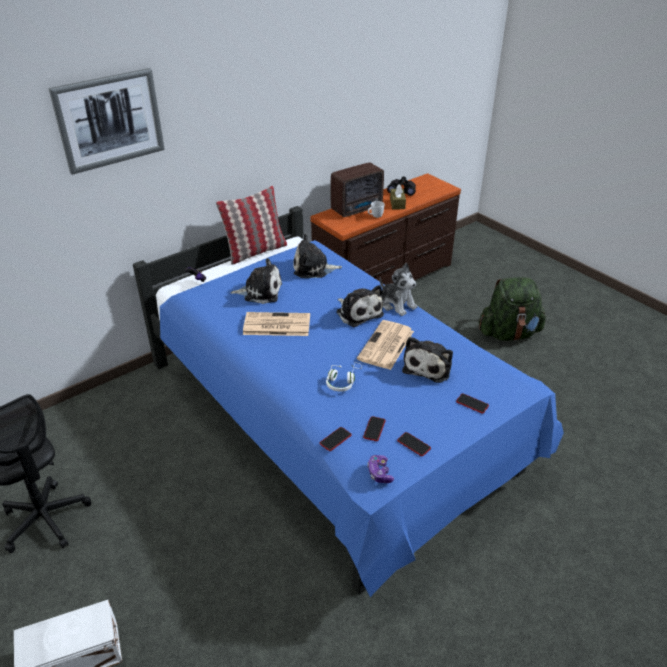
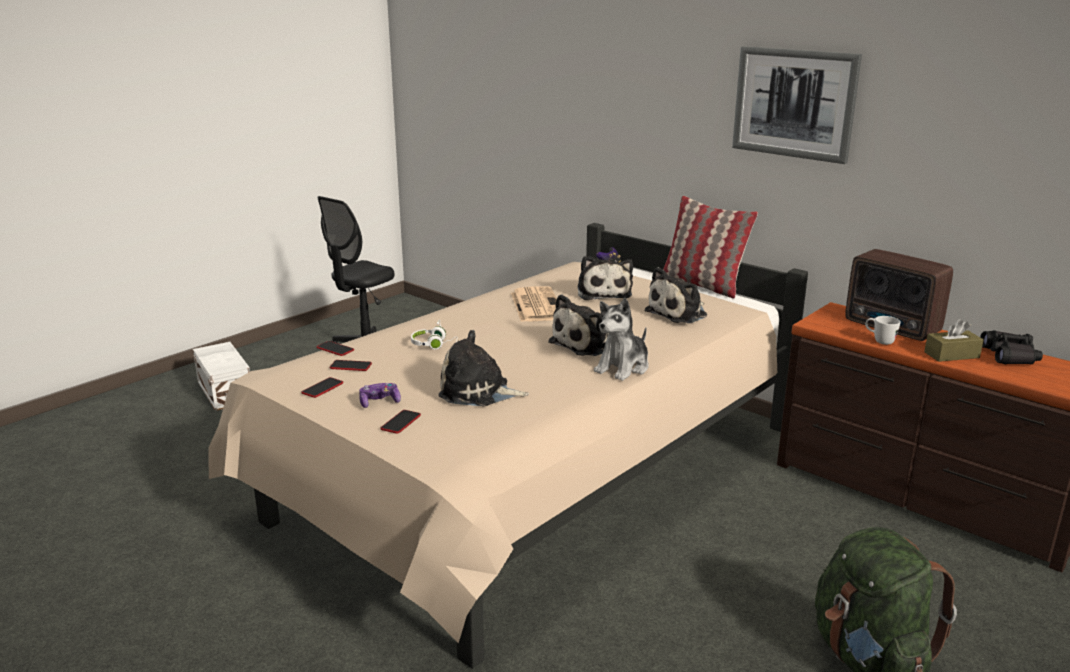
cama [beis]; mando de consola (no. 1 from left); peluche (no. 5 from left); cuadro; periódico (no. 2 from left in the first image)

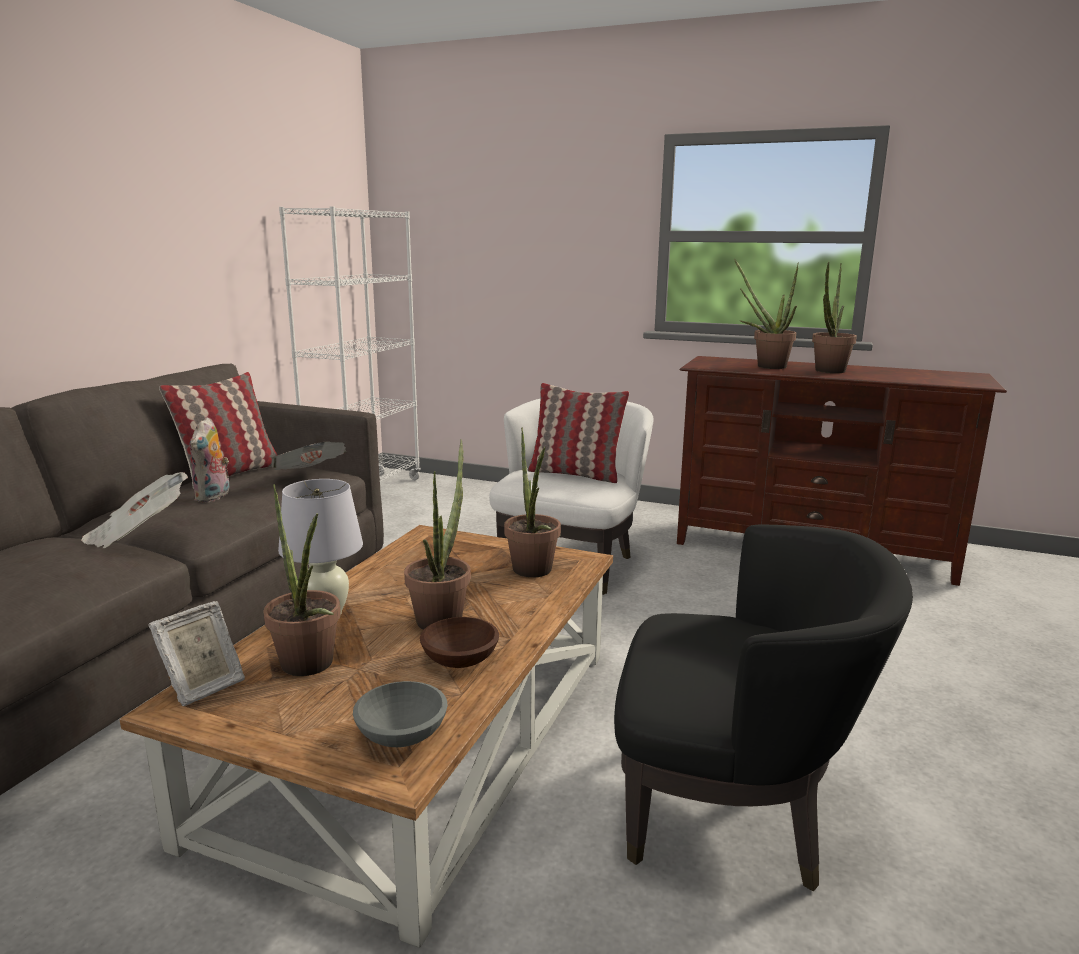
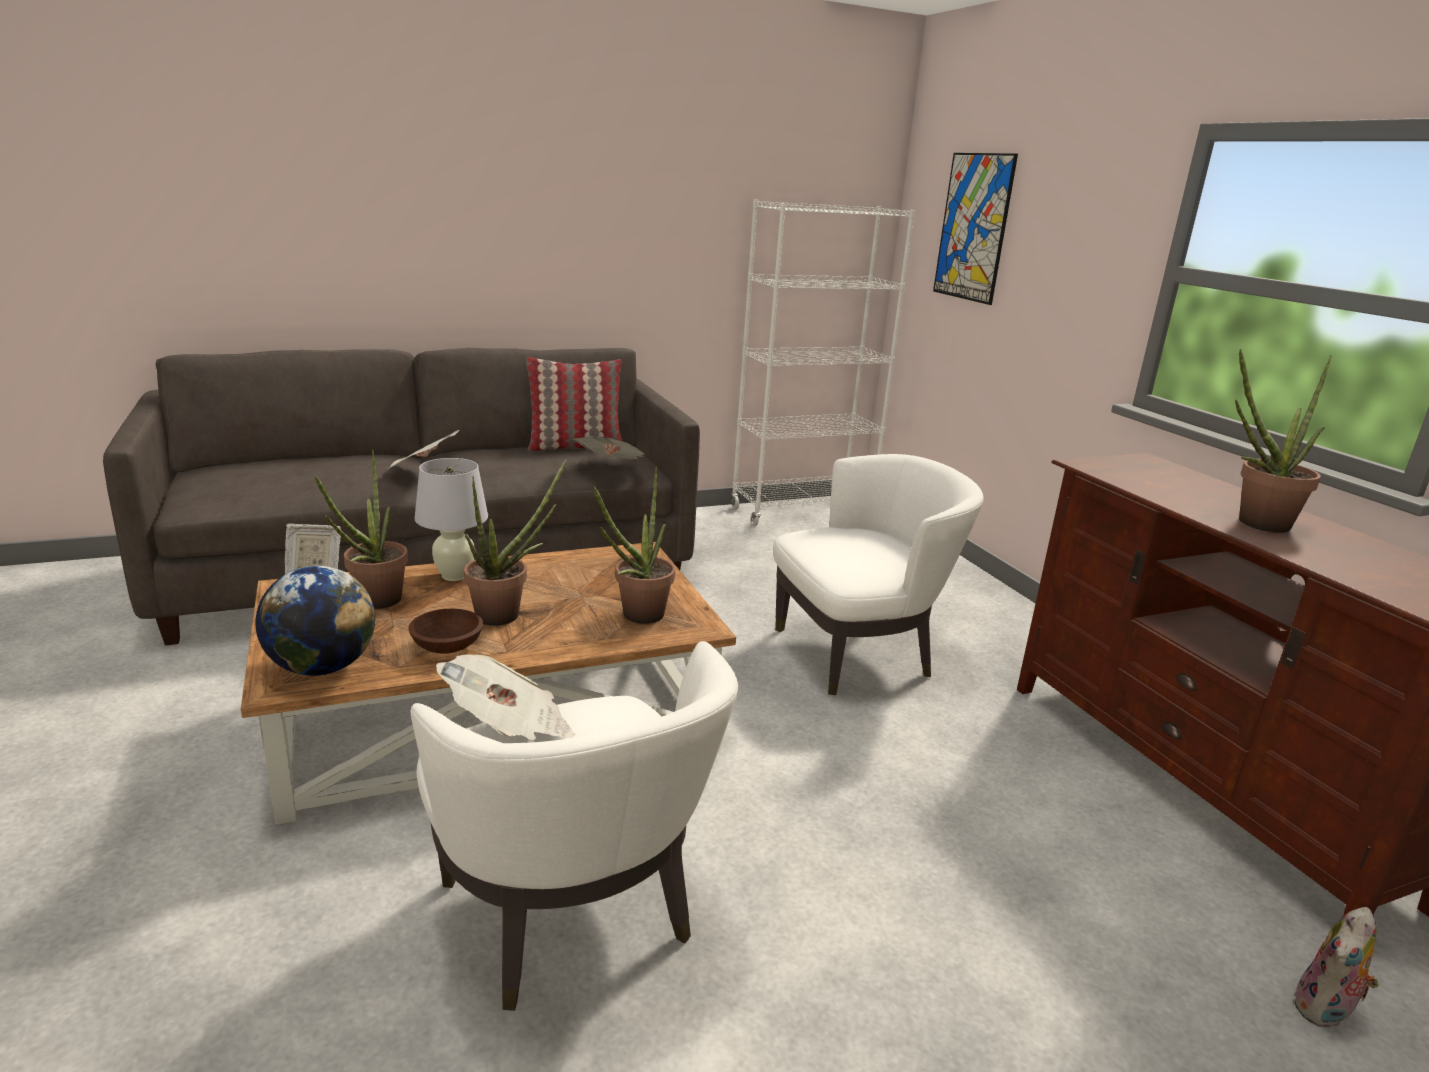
globo terráqueo; sillón [blanco] (no. 1 from left); periódico (no. 2 from left); cuadro; peluche; cojín (no. 2 from left in the first image); planta en maceta (no. 4 from left in the first image)

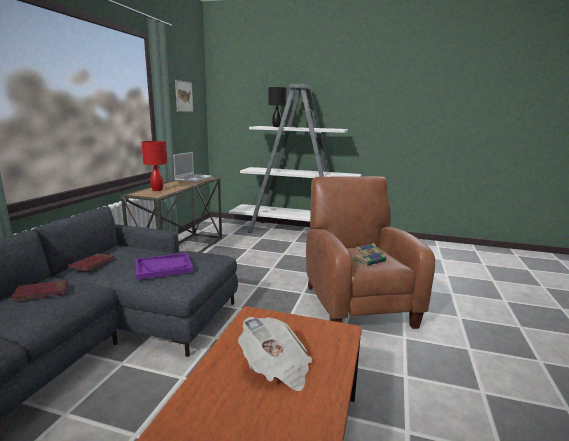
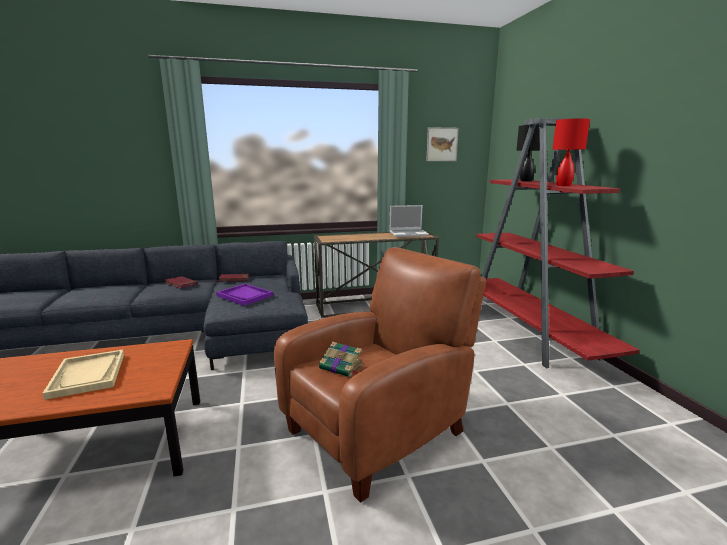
bandeja [beis]; estantería [rojo]; lámpara de mesa [rojo]

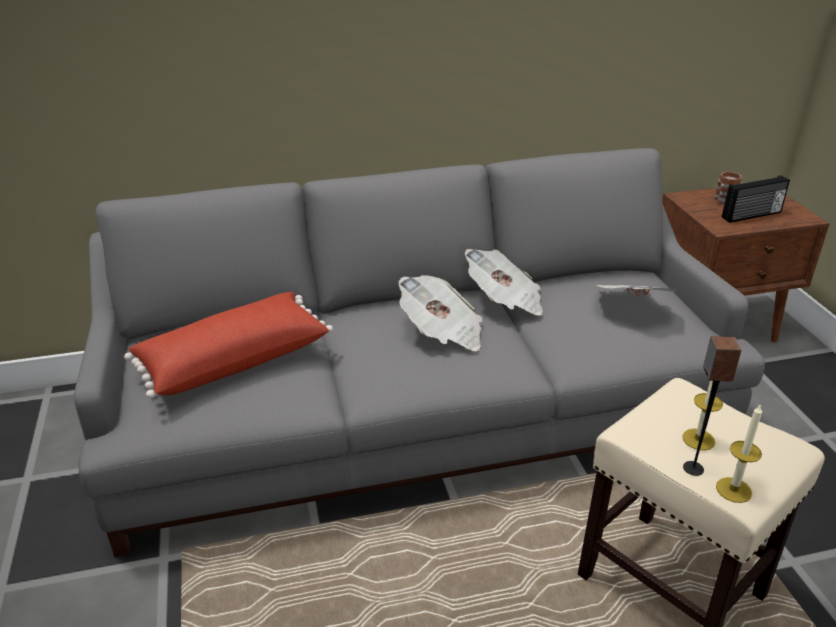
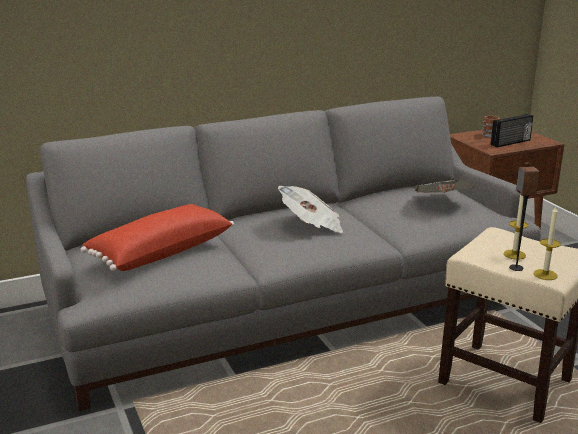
periódico (no. 2 from left in the first image)

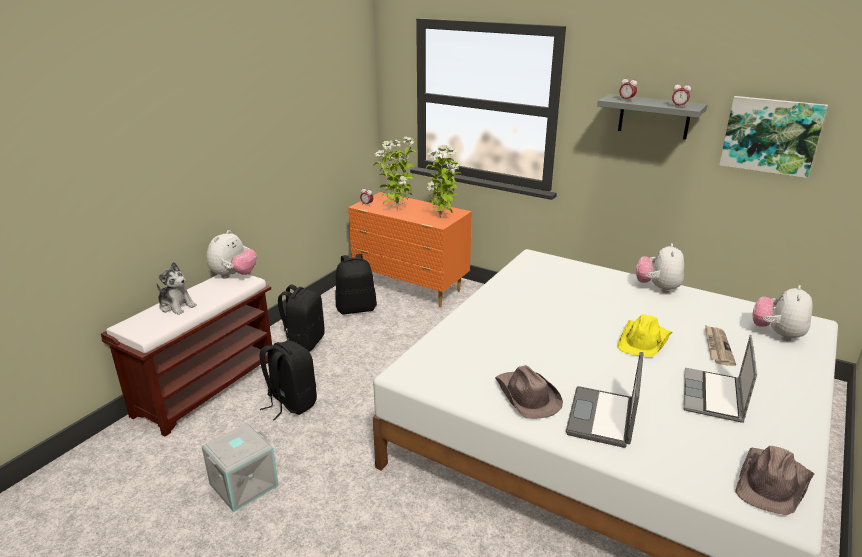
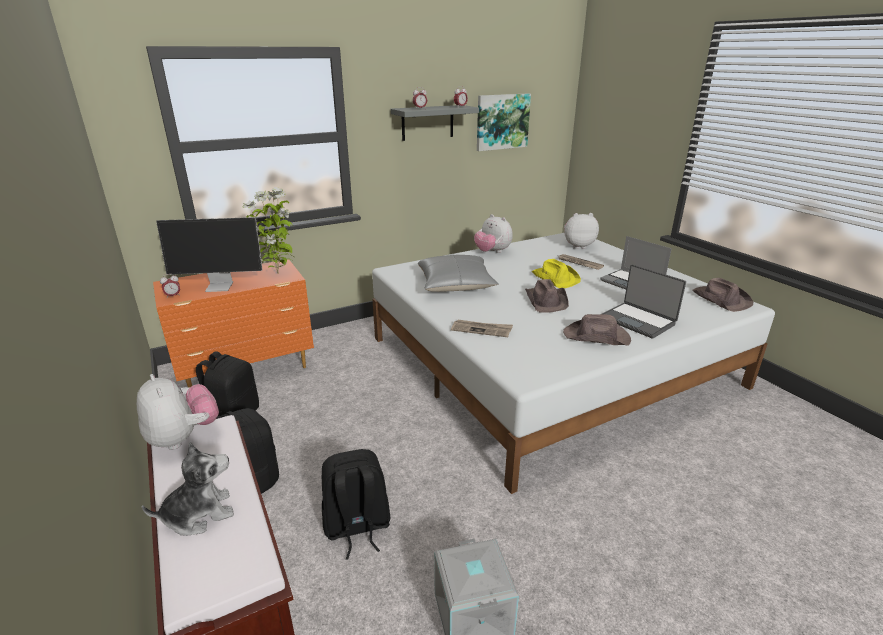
monitor; cojín [gris]; periódico (no. 1 from left); sombrero [marrón] (no. 1 from left); peluche (no. 4 from left)

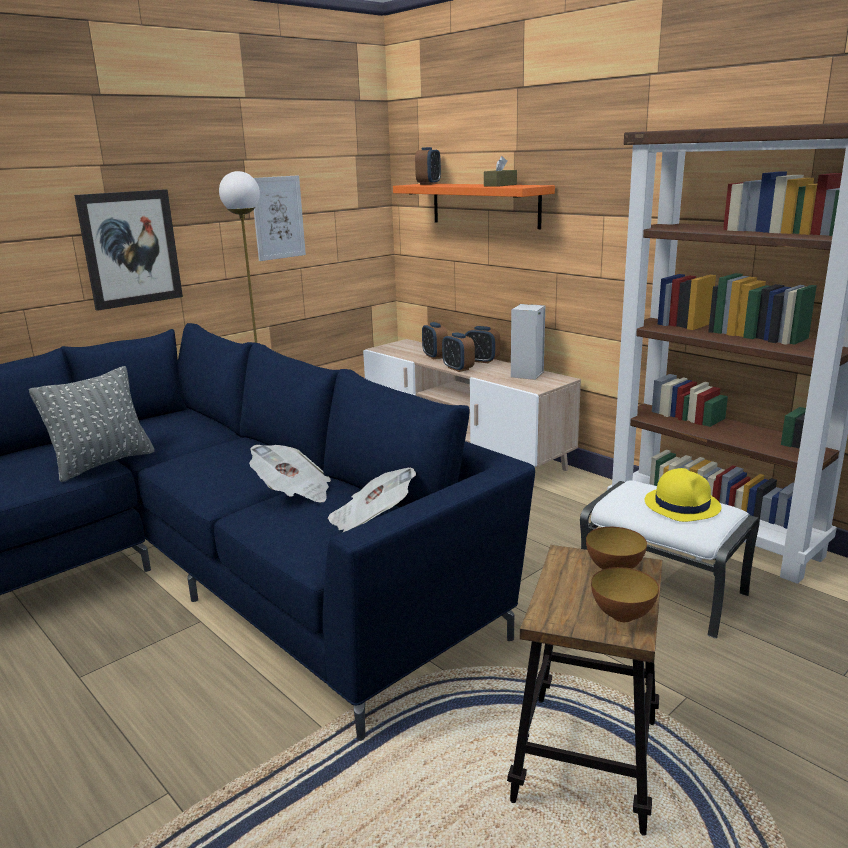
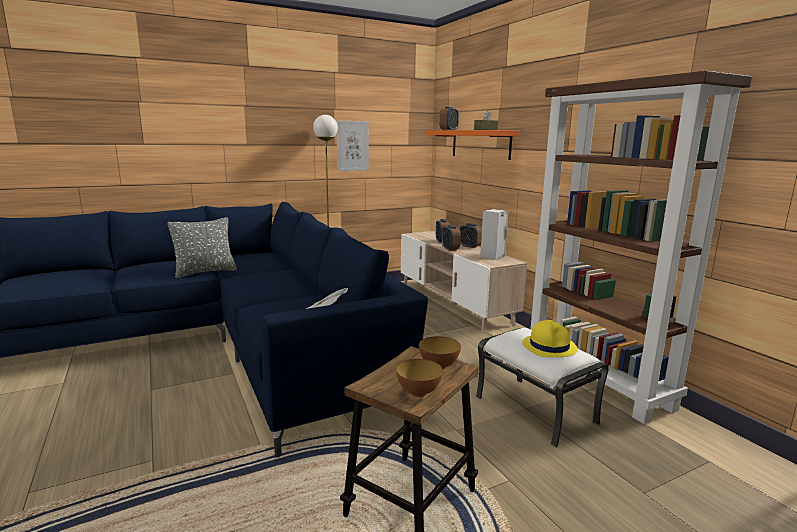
cuadro (no. 1 from left in the first image); periódico (no. 1 from left in the first image)

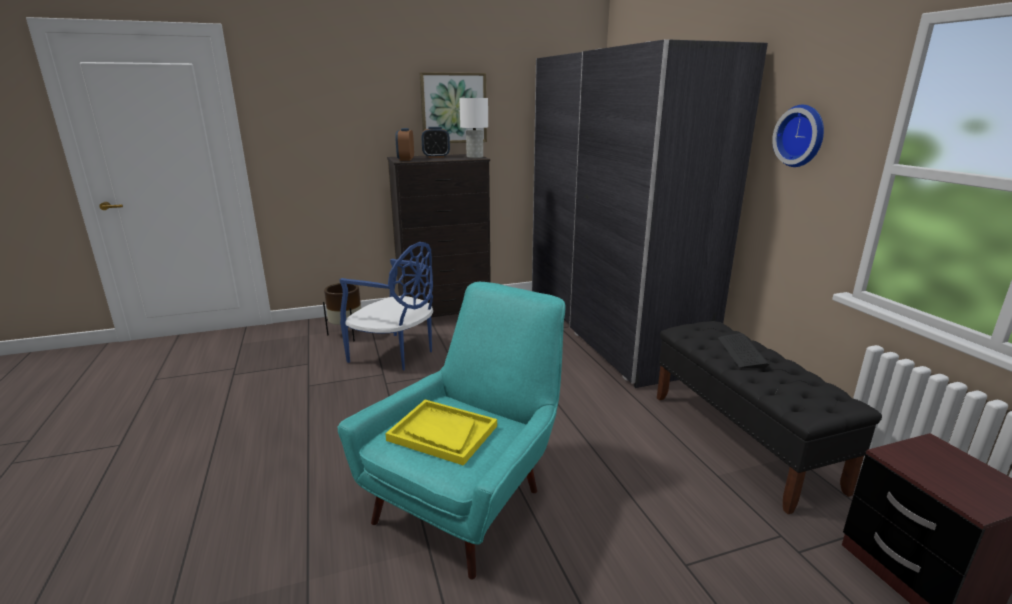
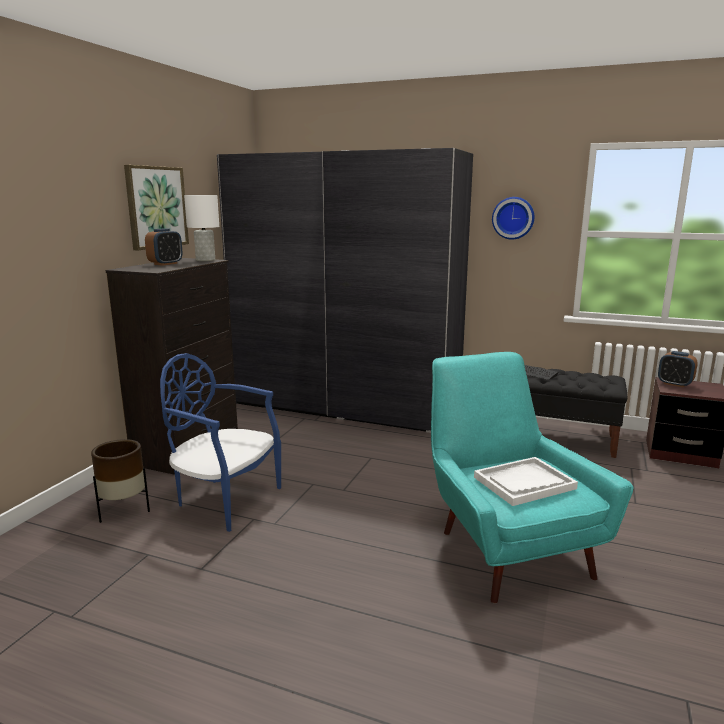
silla [azul]; bandeja [blanco]; despertador (no. 2 from left)

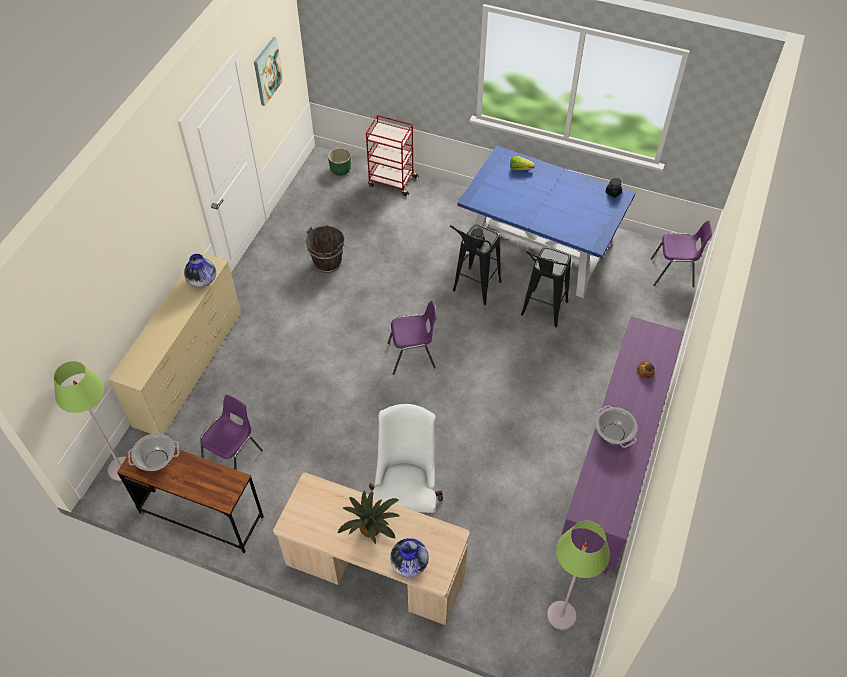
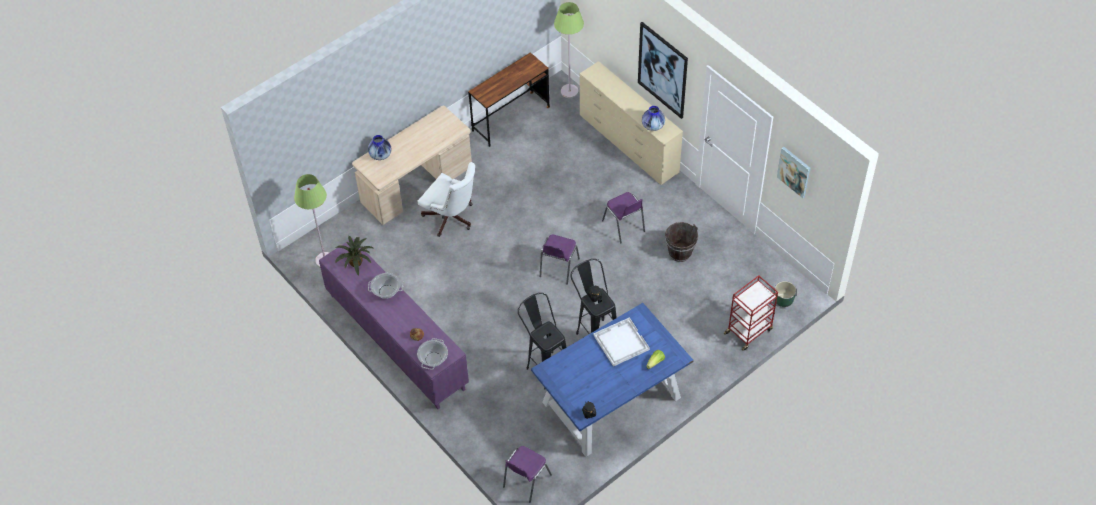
planta en maceta; olla (no. 2 from left); bandeja [blanco]; silla [morado] (no. 3 from left); cuadro (no. 1 from left)

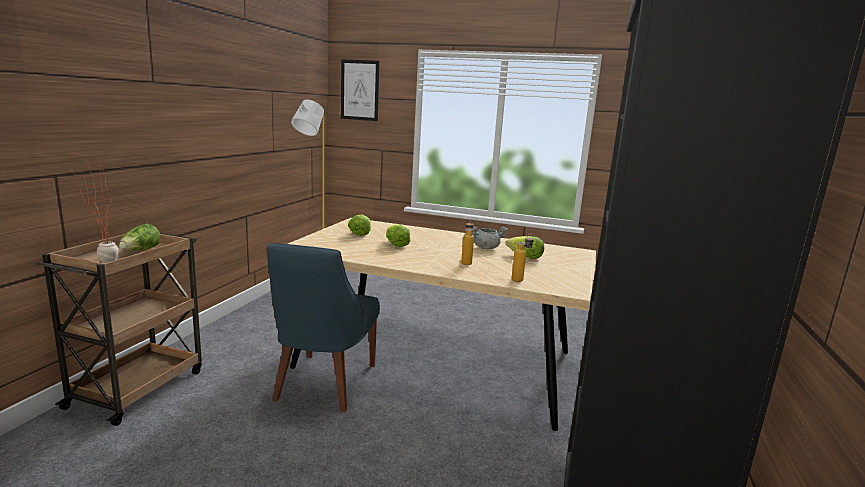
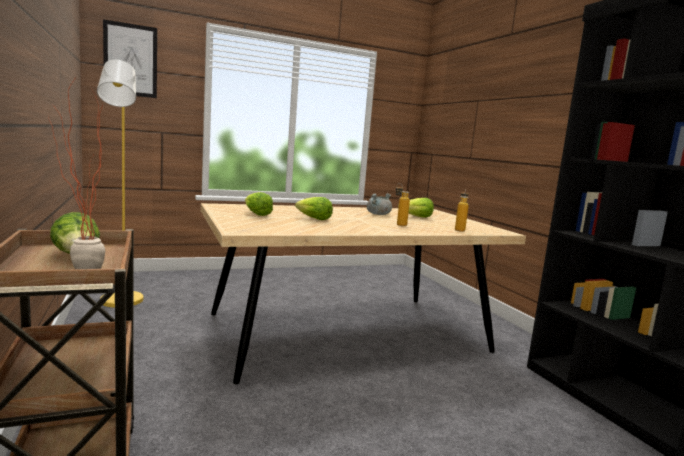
silla [azul]

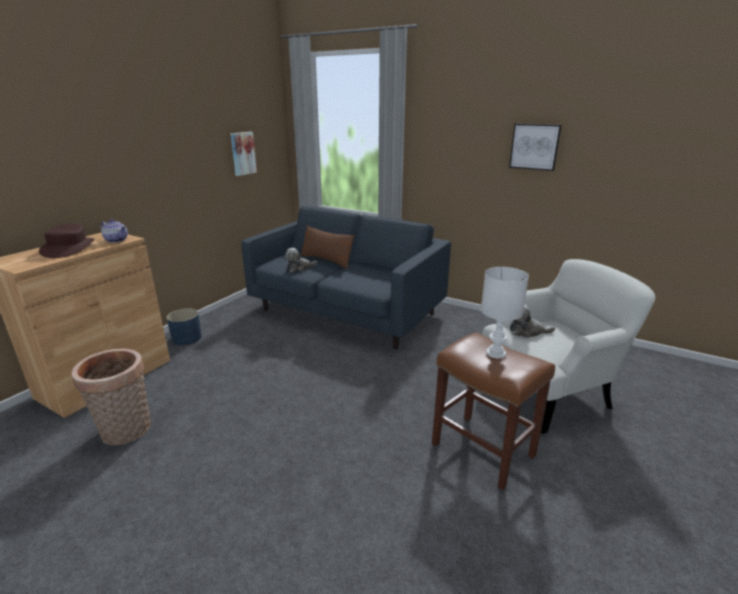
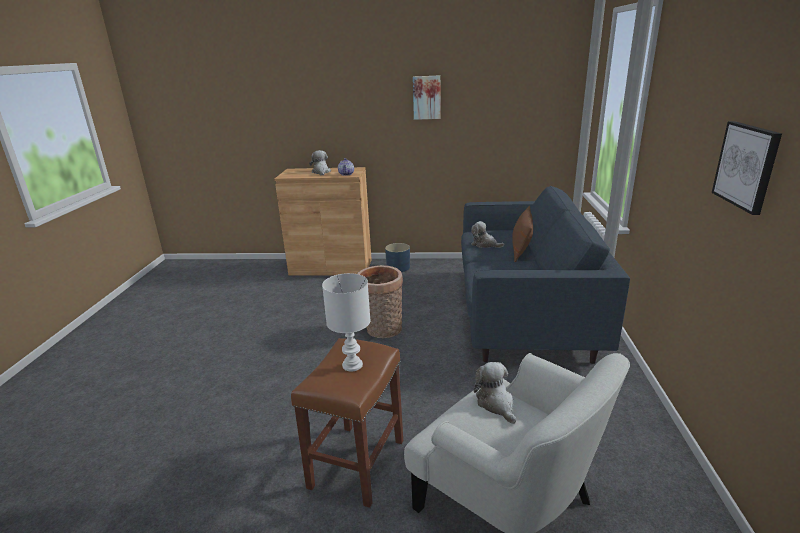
peluche (no. 1 from left); cesta; cuadro (no. 1 from left)

